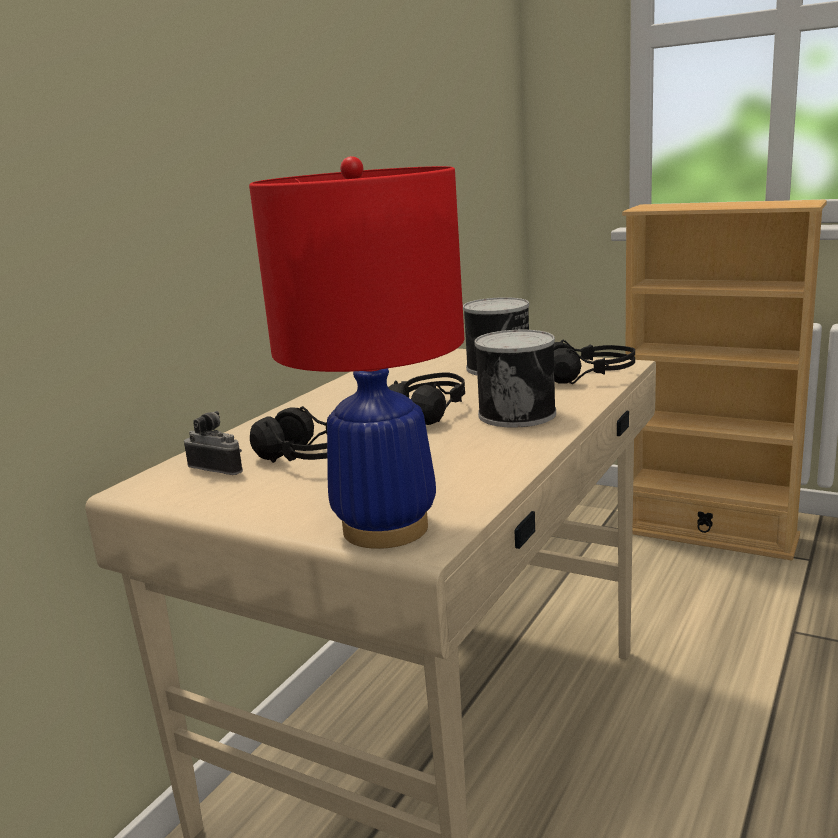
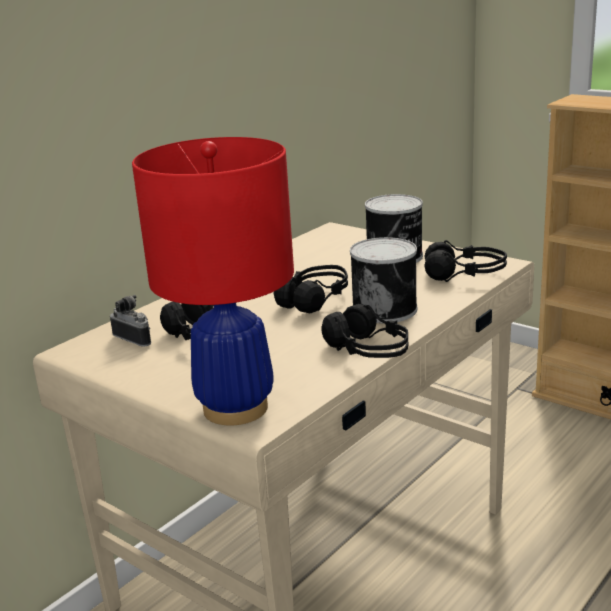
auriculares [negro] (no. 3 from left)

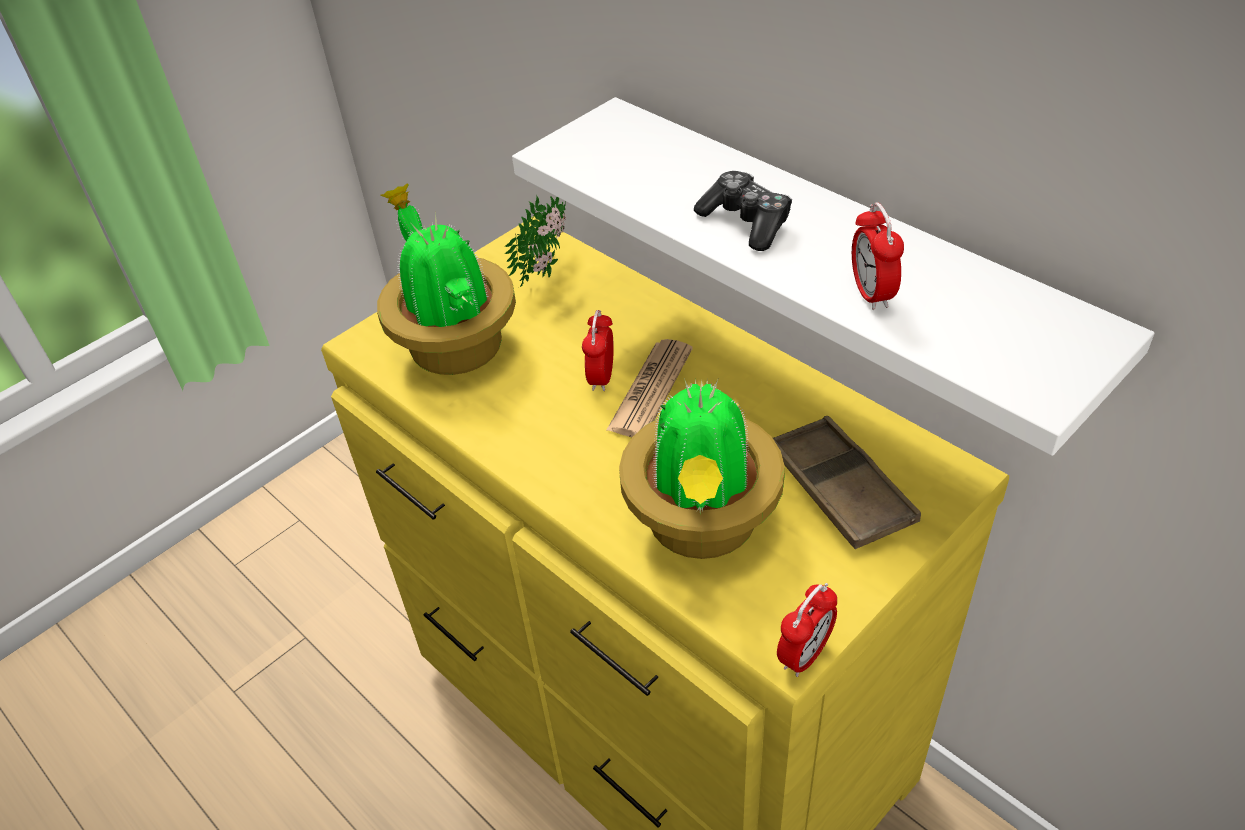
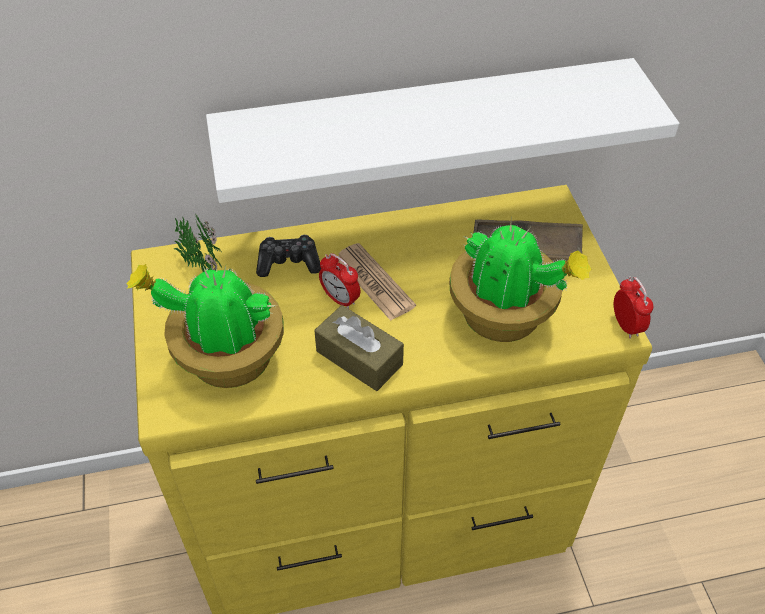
mando de consola; caja de pañuelos [marrón]; despertador (no. 3 from left in the first image)

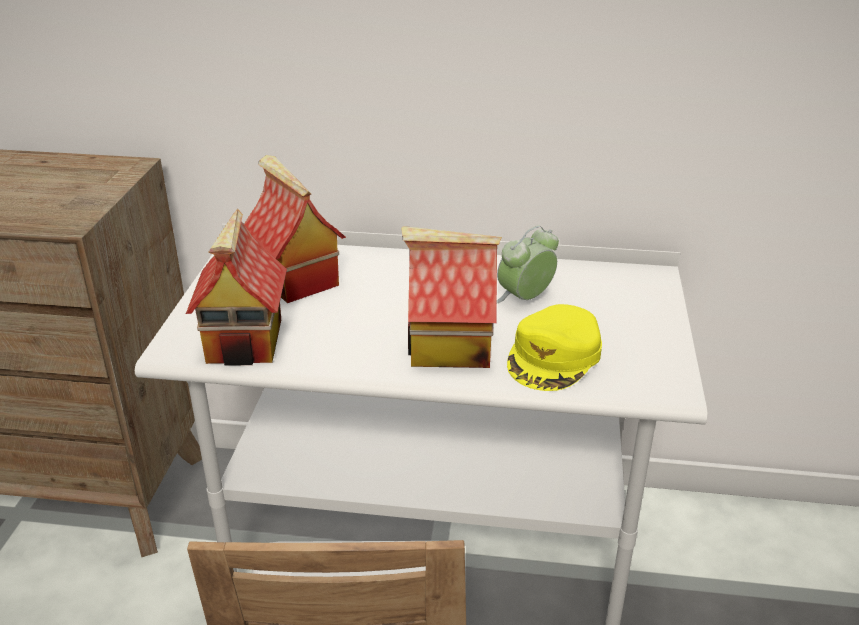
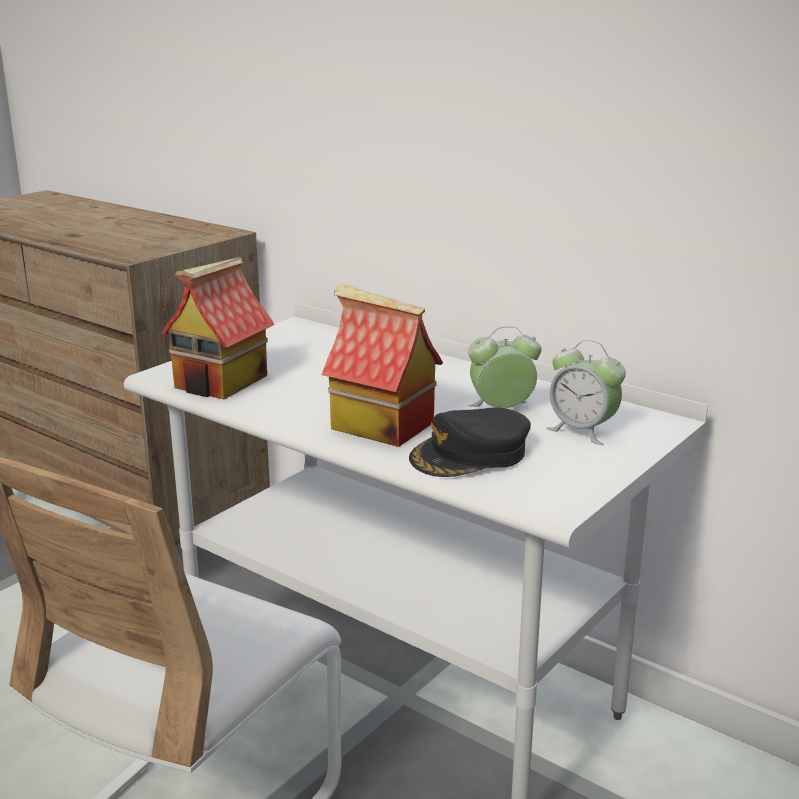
gorra [negro]; despertador (no. 2 from left); casita (no. 2 from left in the first image)

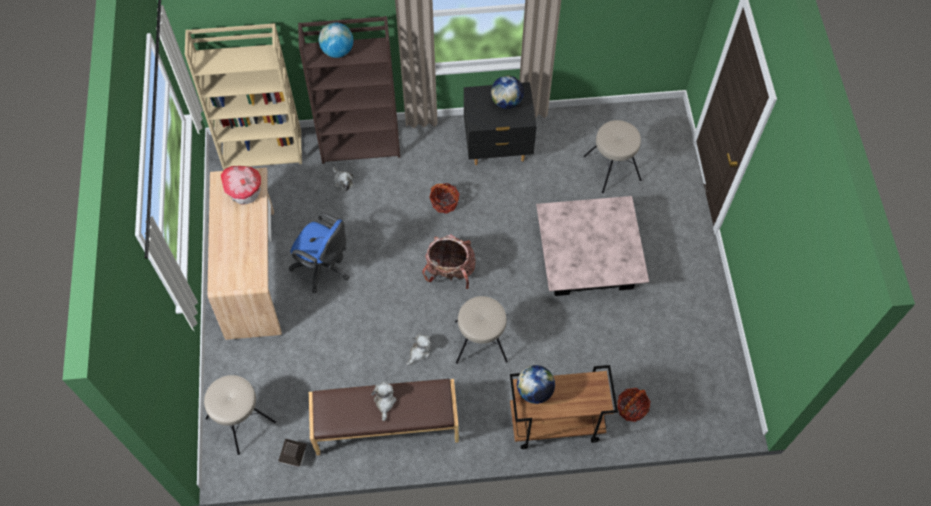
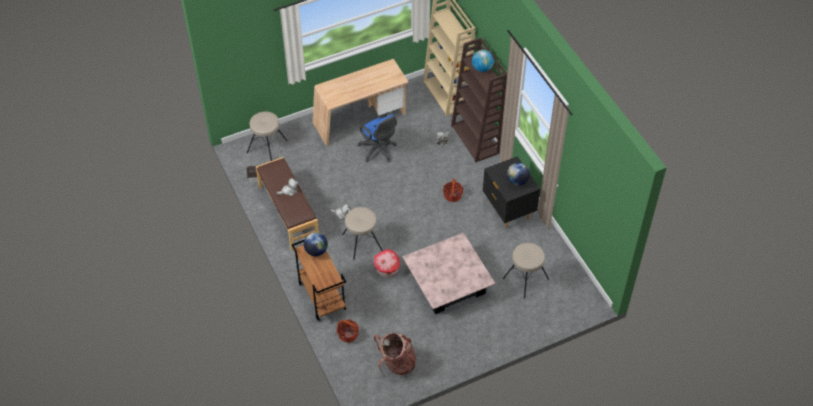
silla de oficina [azul]; casita (no. 2 from left); mochila

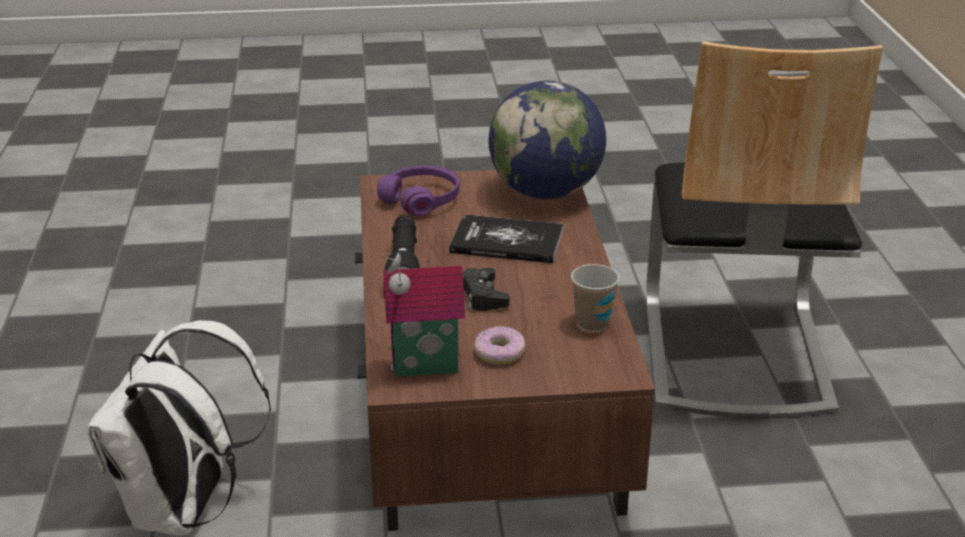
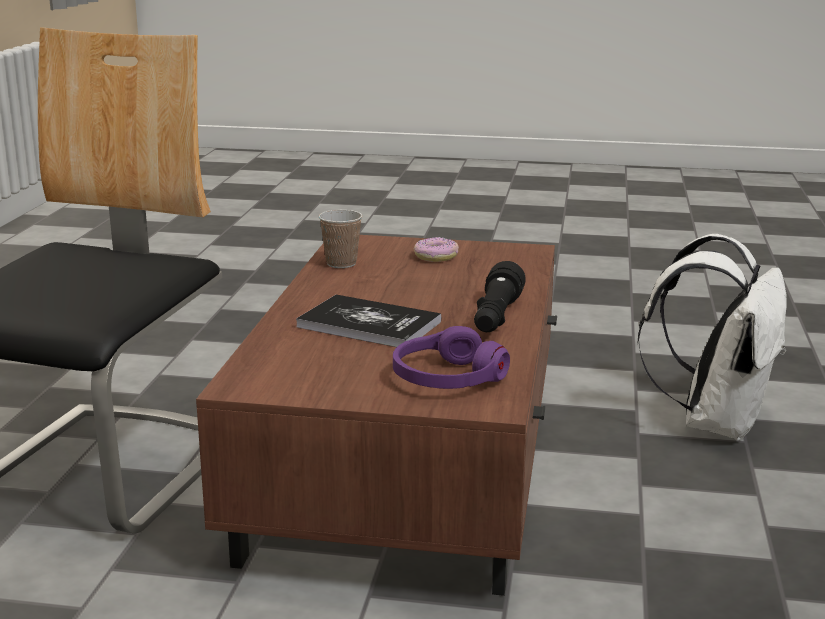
casita; mando de consola [negro]; globo terráqueo

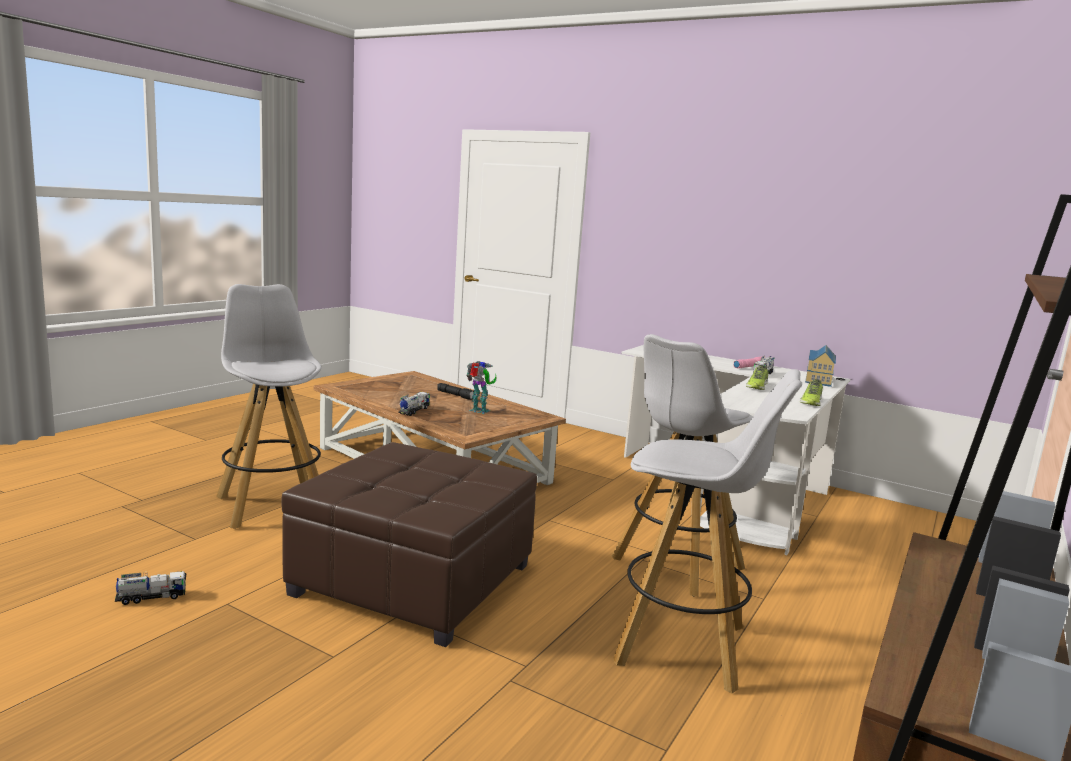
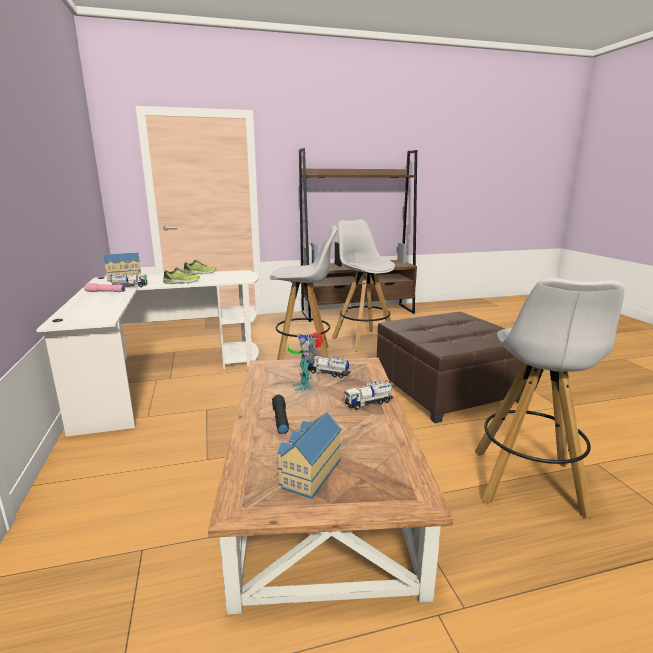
casita (no. 2 from left); camión de juguete (no. 2 from left)

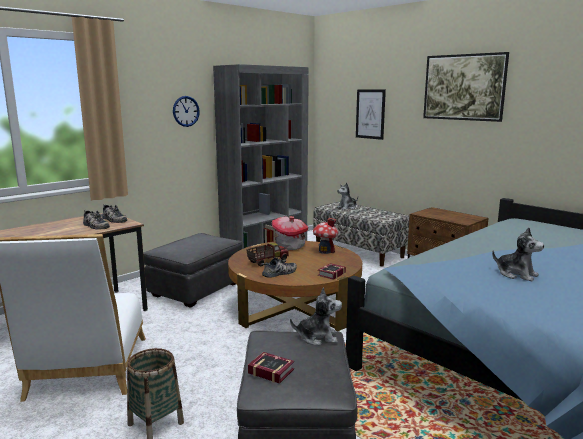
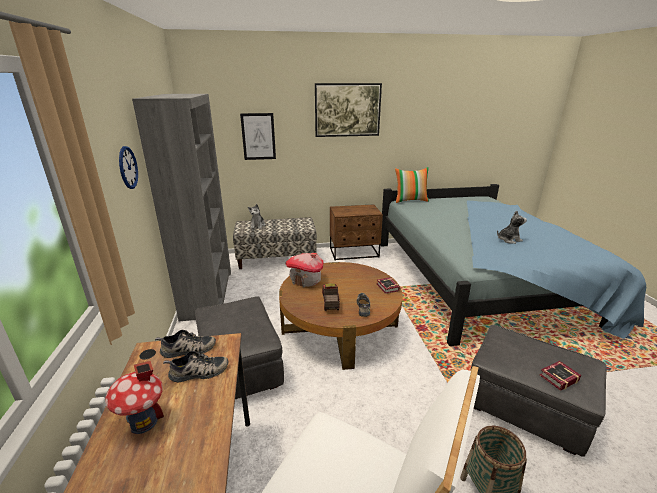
casita (no. 1 from left); cojín; peluche (no. 1 from left in the first image)

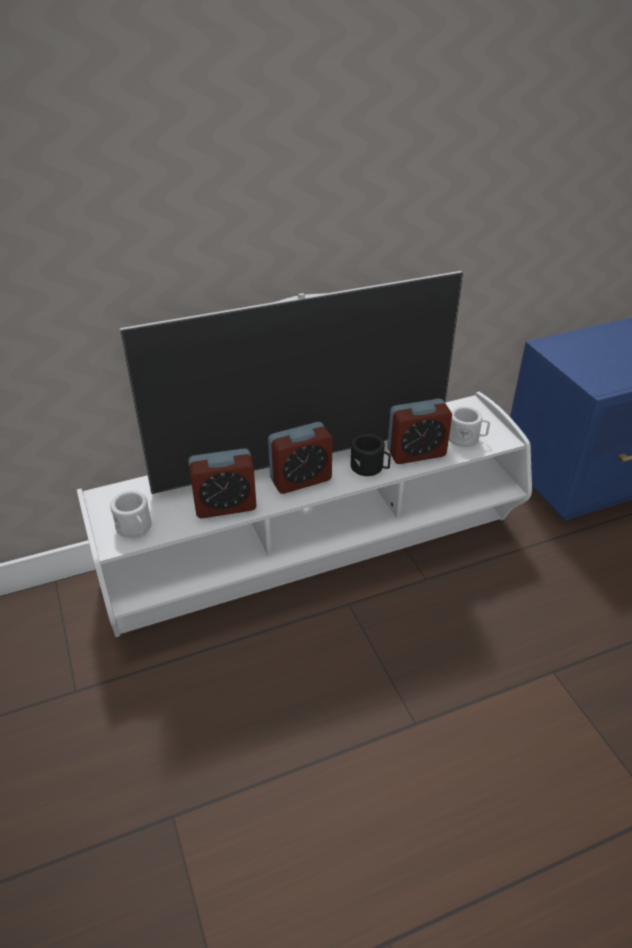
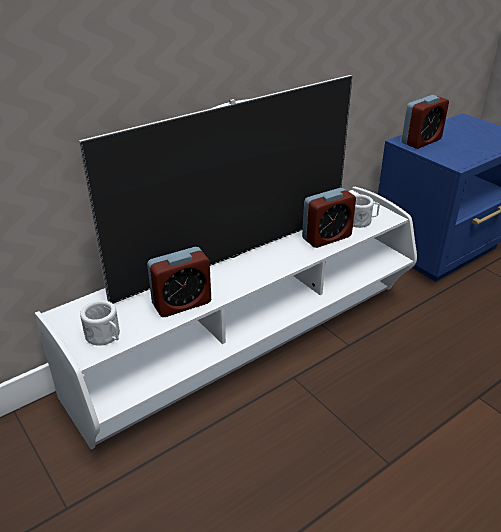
despertador (no. 3 from left); taza grande [negro]

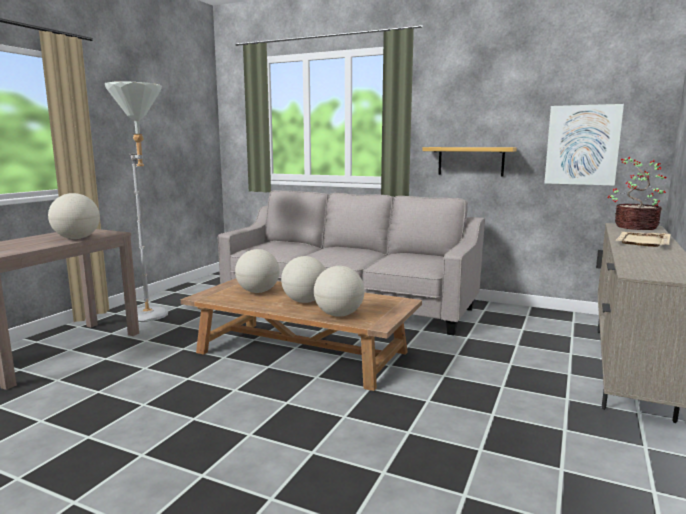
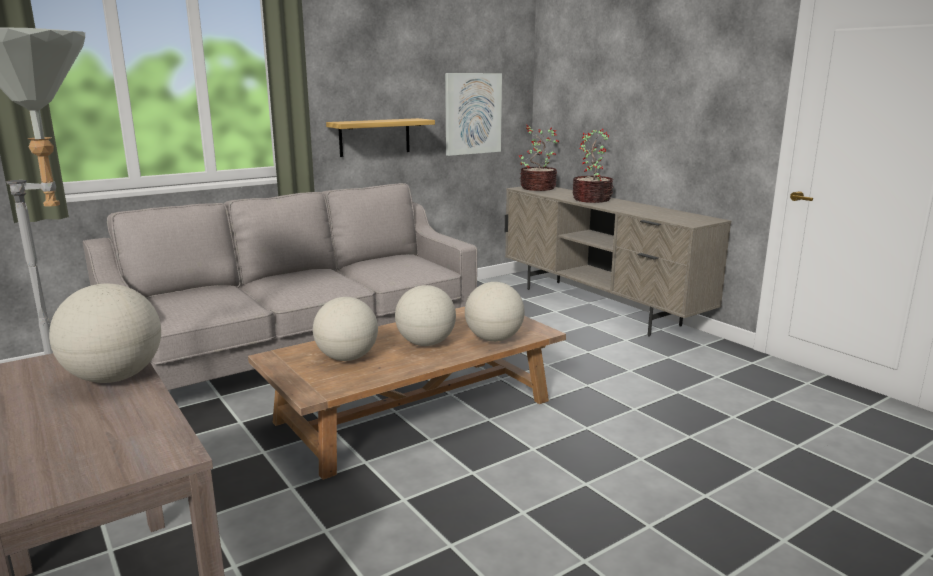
planta en maceta (no. 2 from left)

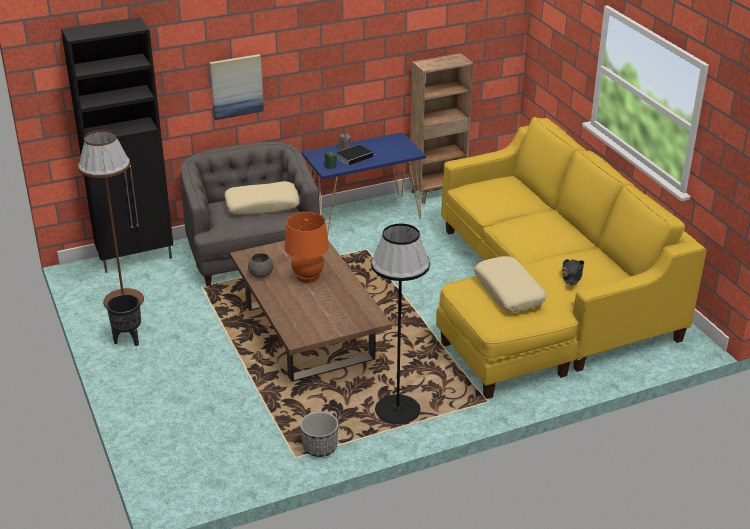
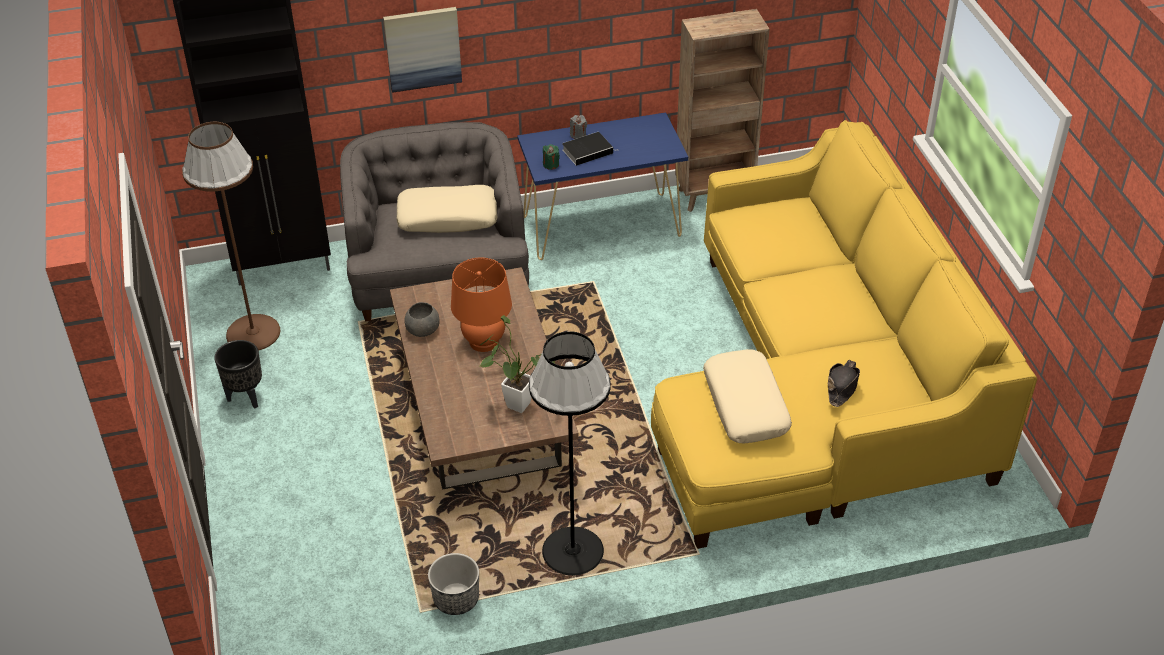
planta en maceta

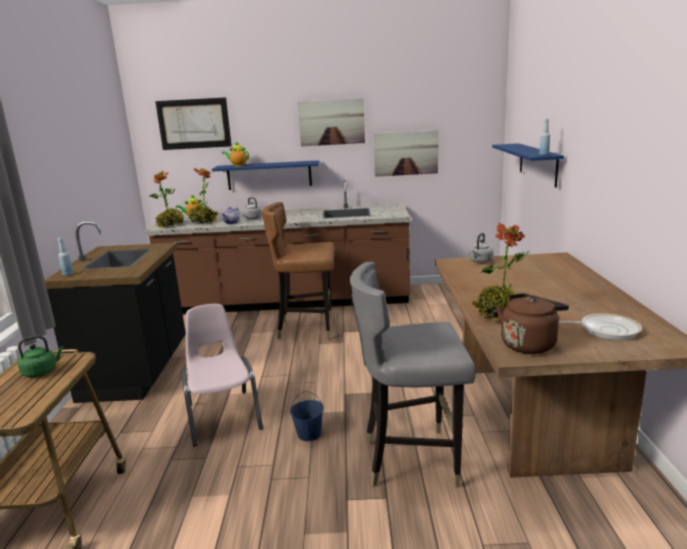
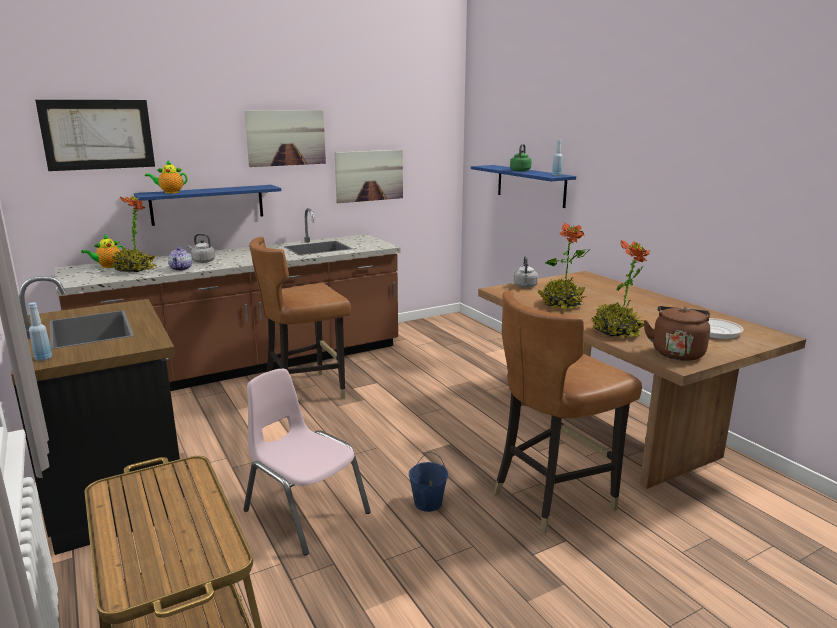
silla [marrón] (no. 2 from left); hervidor [verde]; planta en maceta (no. 2 from left)

